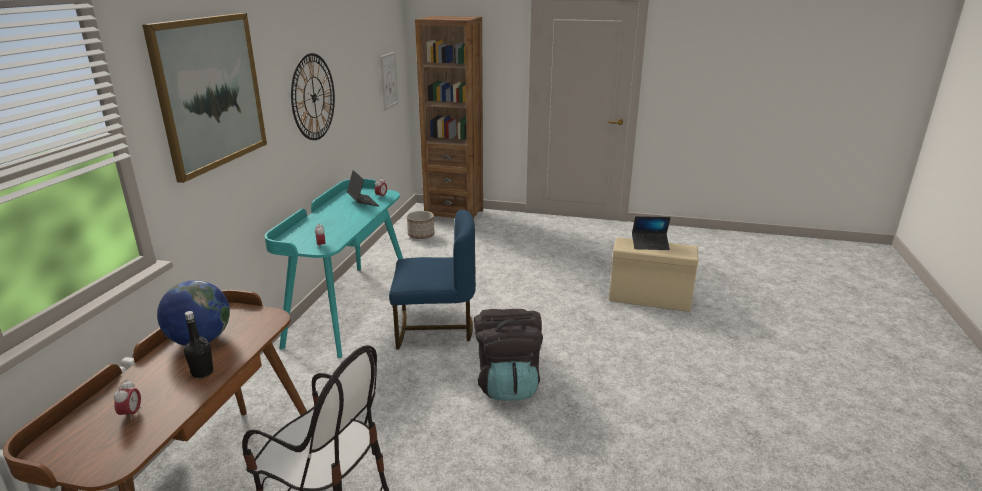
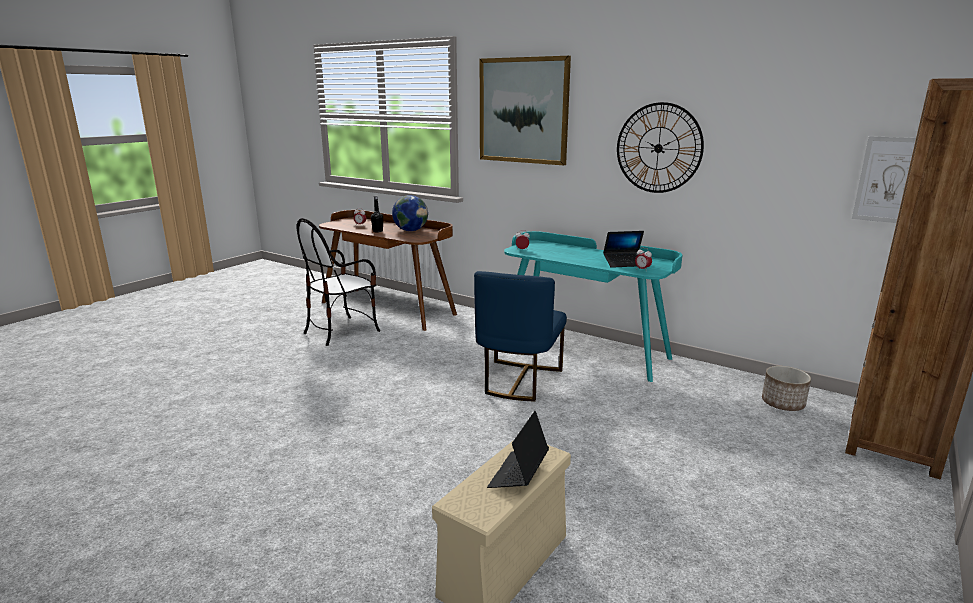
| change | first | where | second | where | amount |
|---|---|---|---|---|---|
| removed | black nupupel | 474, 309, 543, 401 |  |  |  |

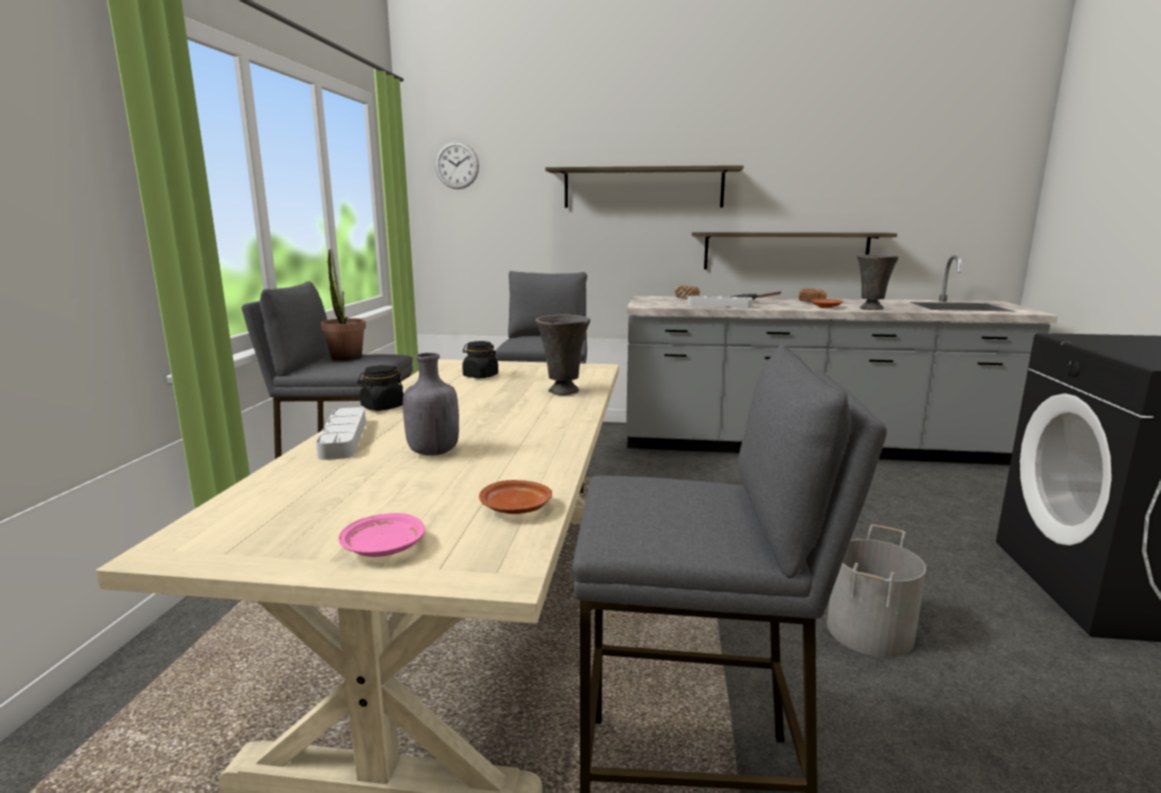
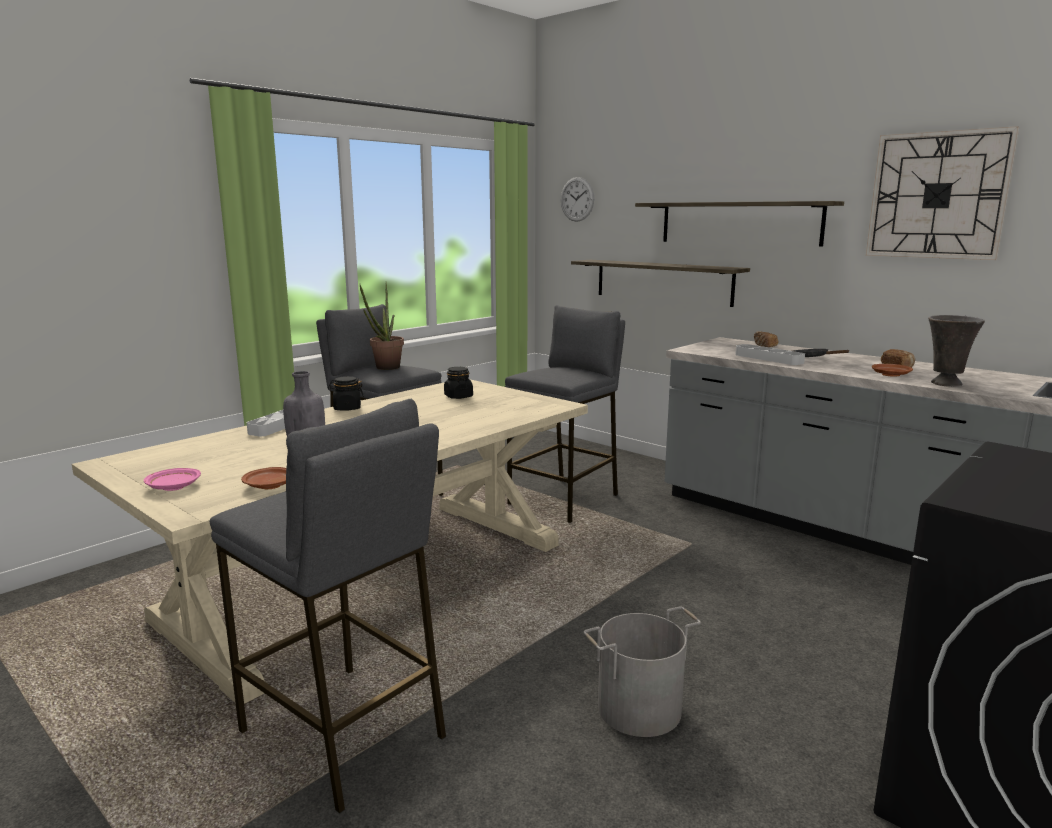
| change | first | where | second | where | amount |
|---|---|---|---|---|---|
| removed | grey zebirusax | 536, 314, 590, 395 |  |  |  |
| moved | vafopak | 692, 232, 897, 270 |  | 571, 260, 750, 307 |  |
| added |  |  | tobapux | 866, 126, 1019, 260 |  |

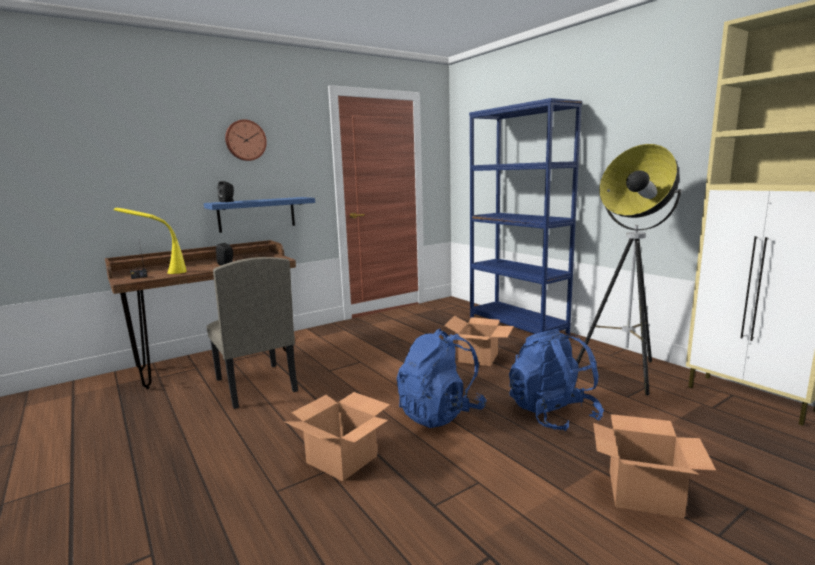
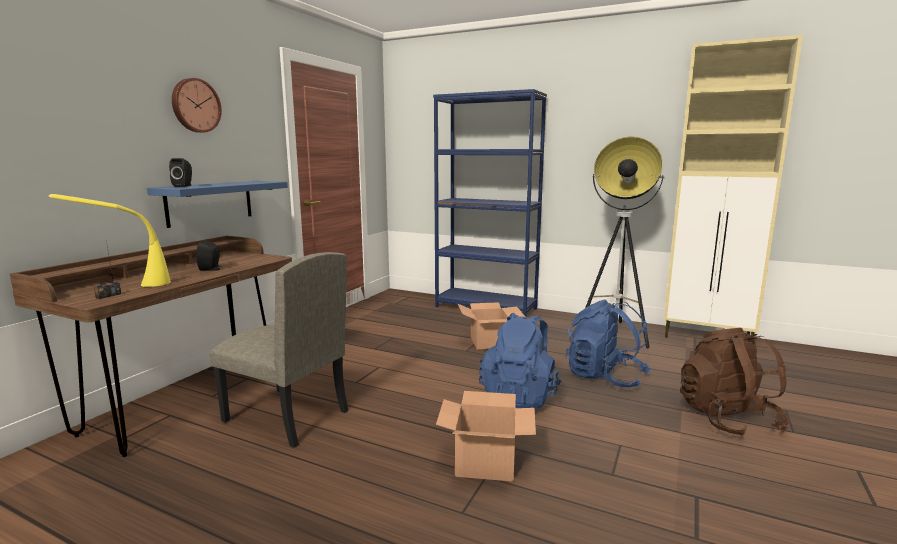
| change | first | where | second | where | amount |
|---|---|---|---|---|---|
| replaced | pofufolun | 593, 414, 716, 518 | brown nupupel | 680, 328, 790, 437 |  |

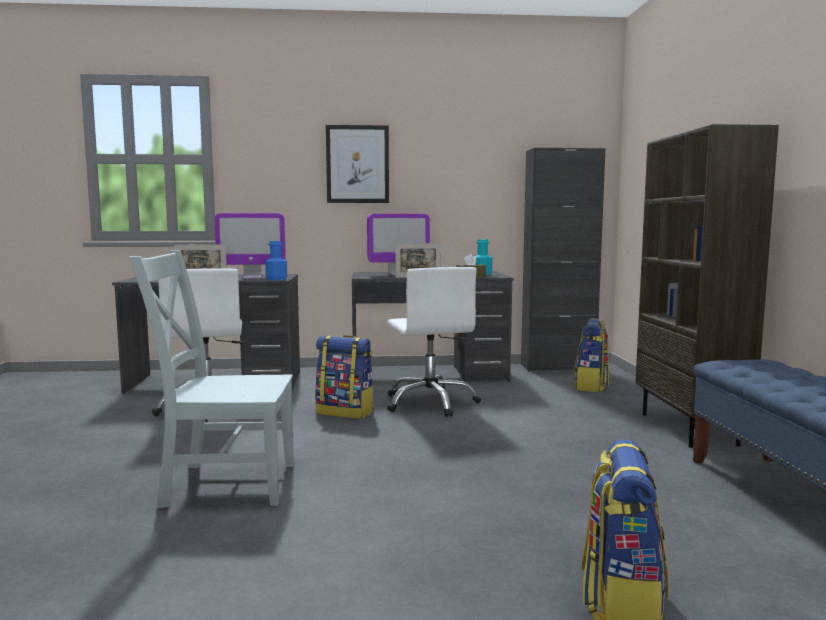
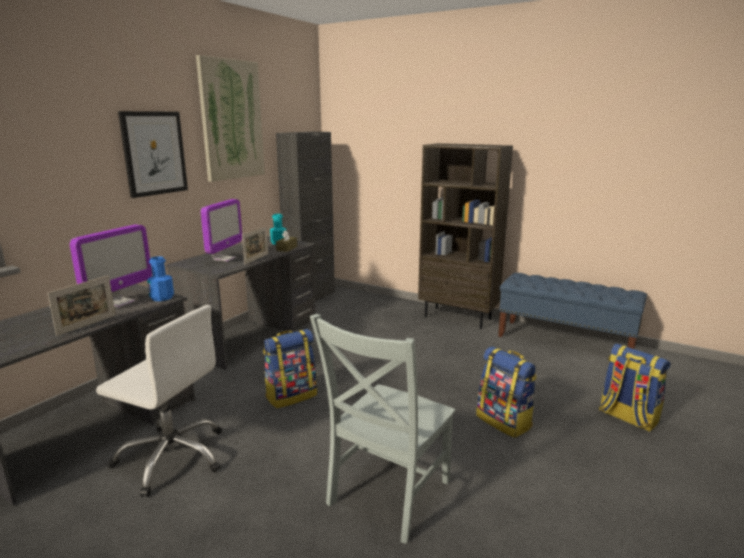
| change | first | where | second | where | amount |
|---|---|---|---|---|---|
| removed | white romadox | 387, 267, 481, 417 |  |  |  |
| moved | nupupel | 574, 318, 609, 392 |  | 476, 346, 537, 438 |  |
| added |  |  | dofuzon | 196, 55, 265, 182 |  |

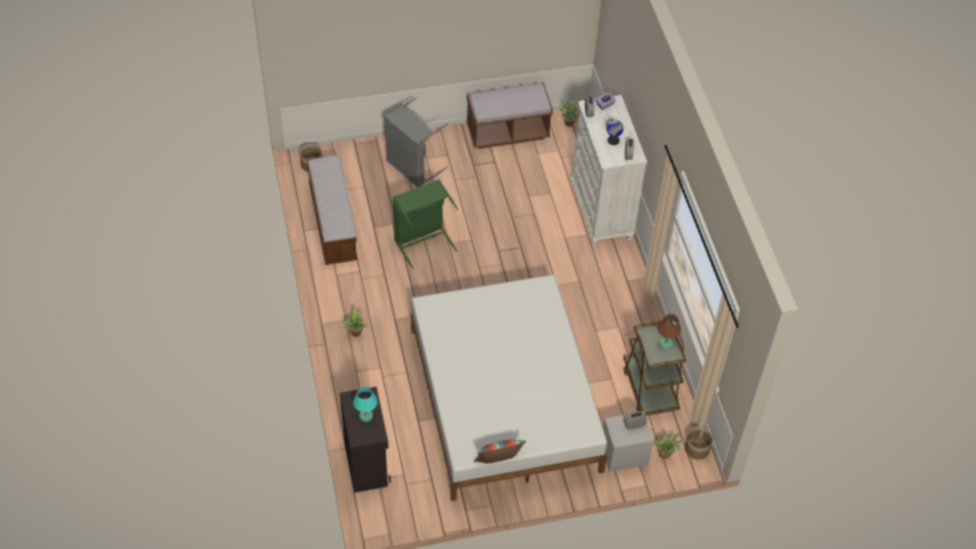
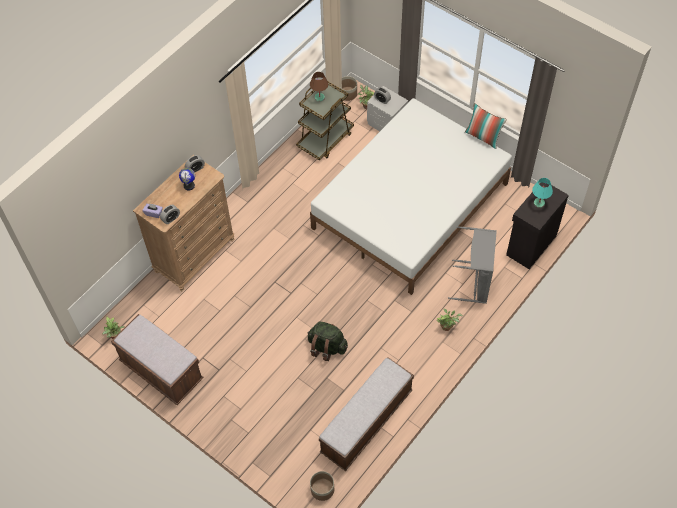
| change | first | where | second | where | amount |
|---|---|---|---|---|---|
| moved | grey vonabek | 385, 97, 448, 188 |  | 448, 226, 497, 304 |  |
| replaced | green vonabek | 393, 179, 458, 269 | green nupupel | 308, 322, 348, 361 |  |
| recoloured | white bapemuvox | 571, 95, 647, 246 | brown bapemuvox | 133, 155, 234, 291 |  |

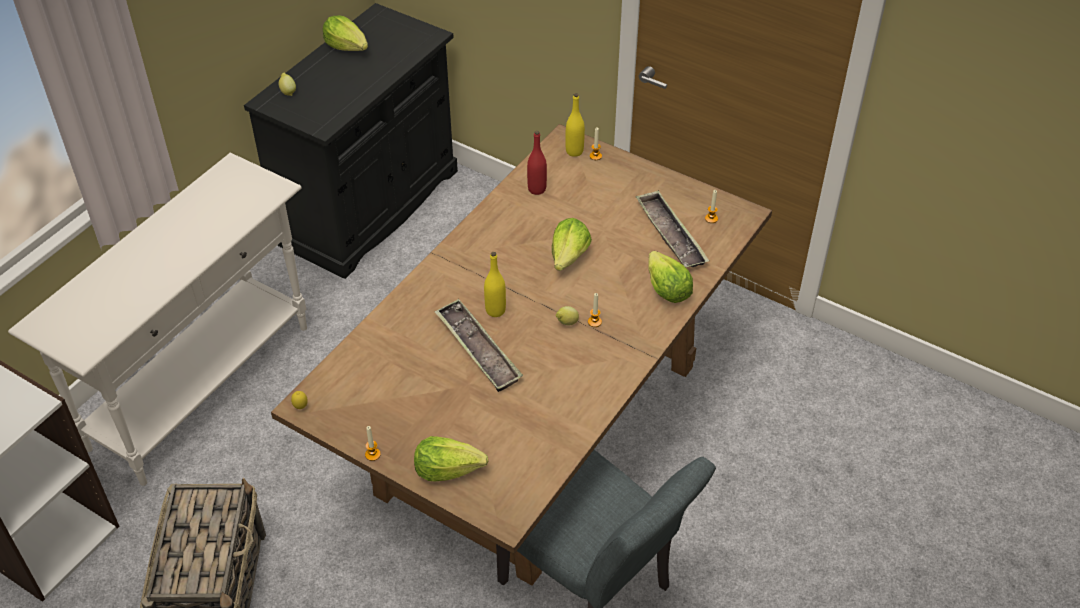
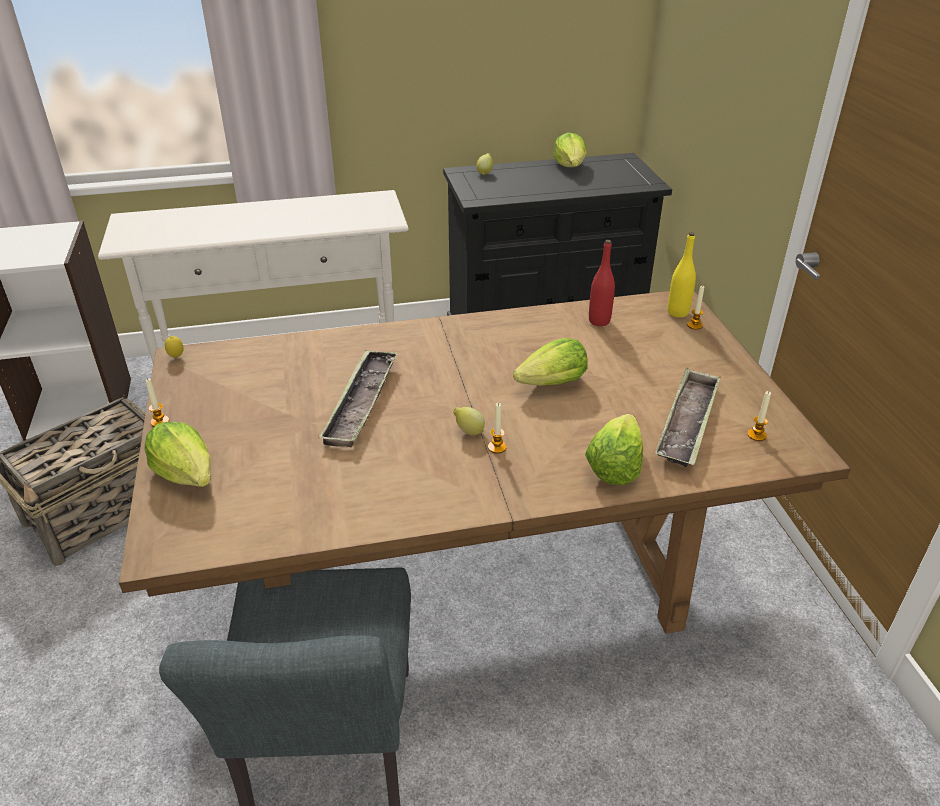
| change | first | where | second | where | amount |
|---|---|---|---|---|---|
| removed | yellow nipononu | 484, 252, 506, 317 |  |  |  |

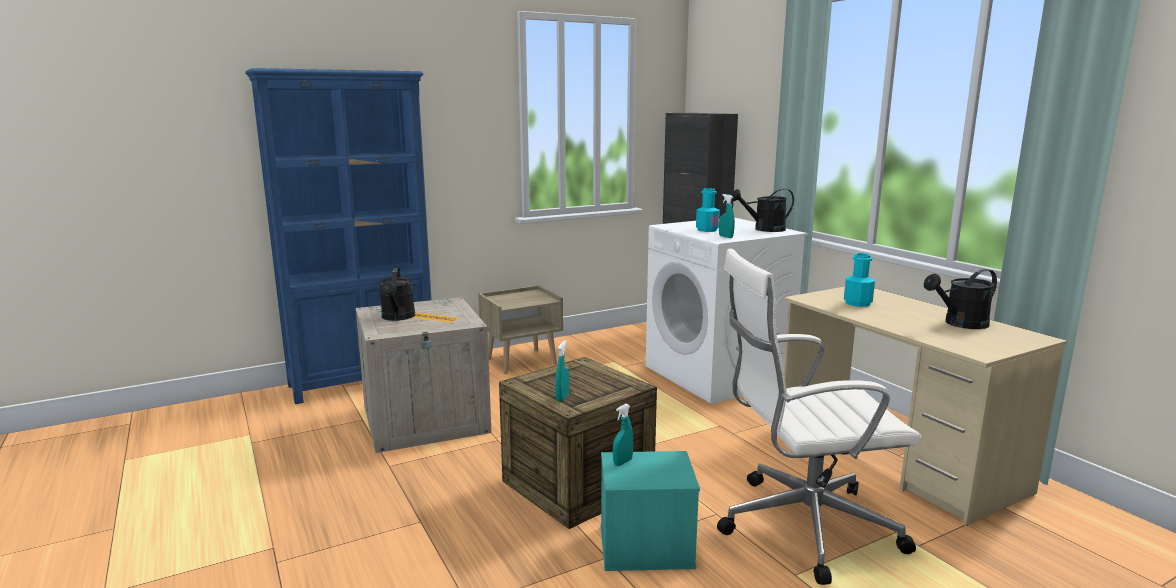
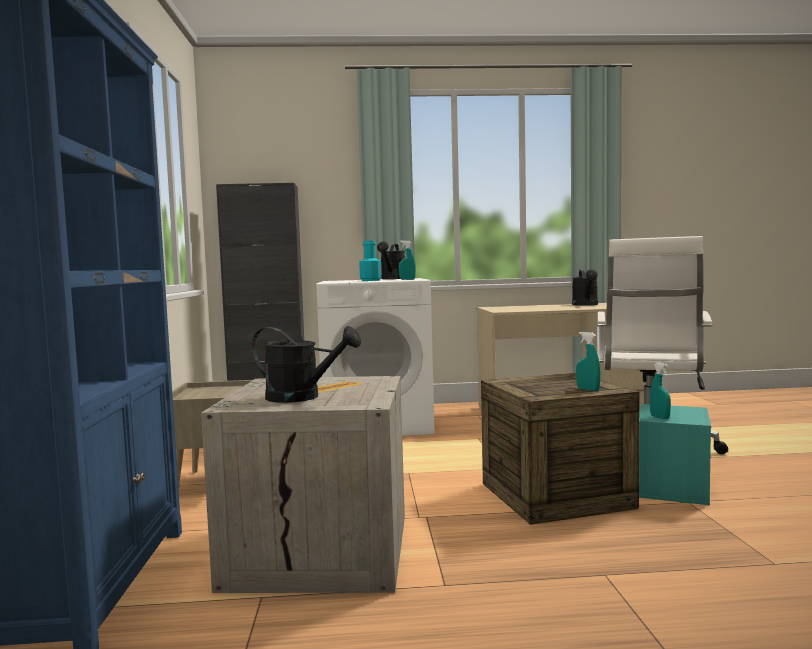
| change | first | where | second | where | amount |
|---|---|---|---|---|---|
| removed | turquoise nipononu | 844, 253, 875, 307 |  |  |  |

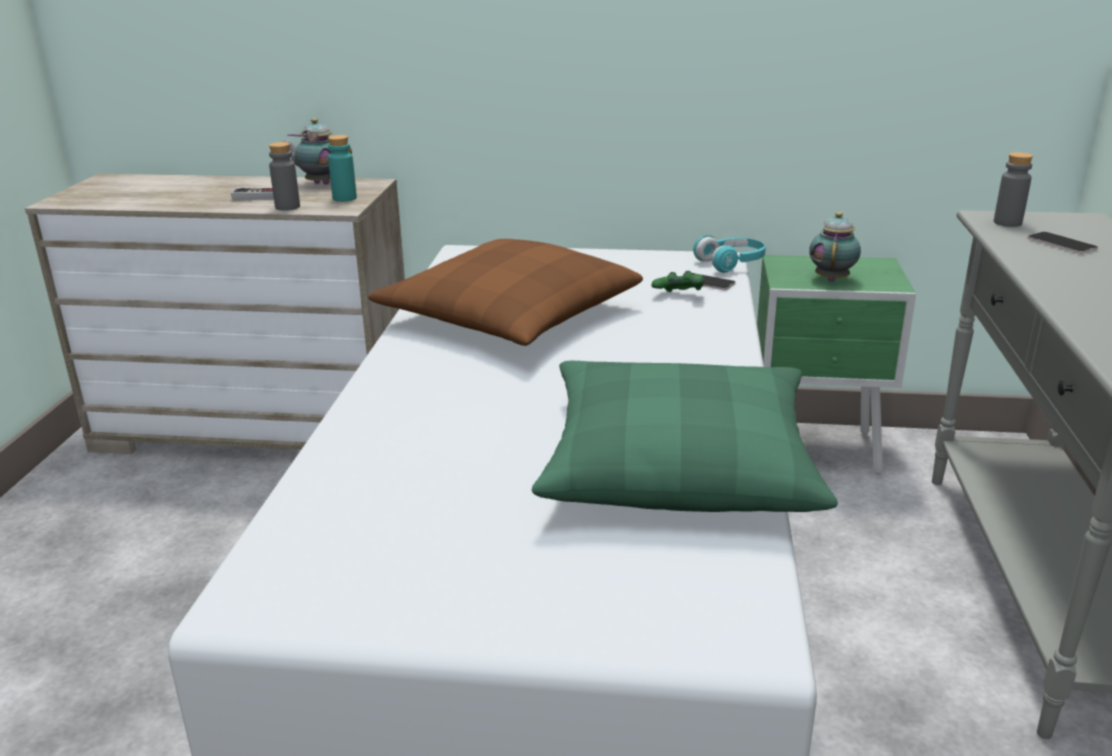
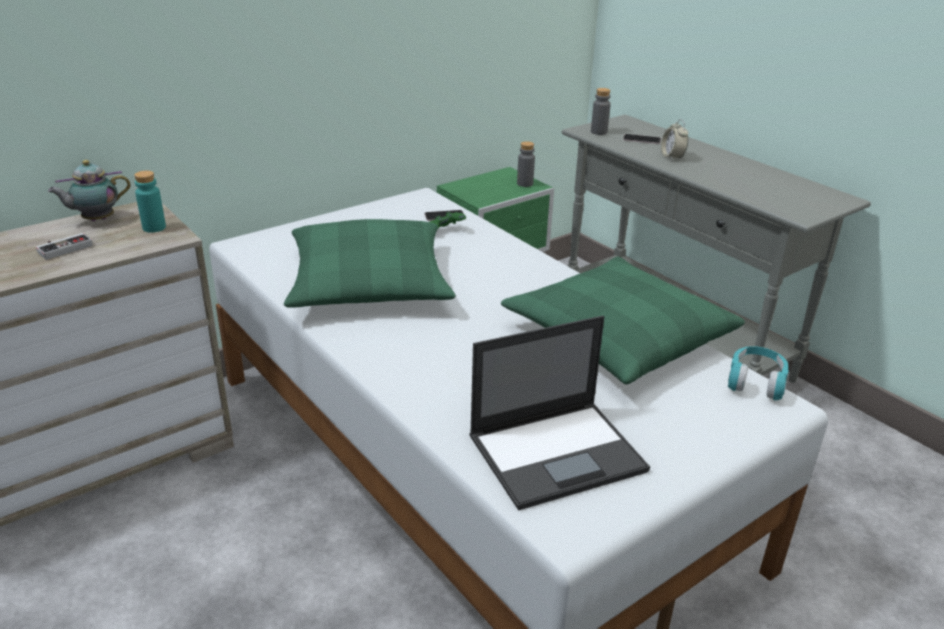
| change | first | where | second | where | amount |
|---|---|---|---|---|---|
| moved | grey nipononu | 269, 142, 300, 211 |  | 517, 141, 535, 187 |  |
| recoloured | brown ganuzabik | 368, 239, 643, 346 | green ganuzabik | 284, 219, 456, 308 |  |
| moved | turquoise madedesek | 693, 235, 765, 273 |  | 728, 346, 789, 400 |  |
| removed | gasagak | 809, 212, 861, 282 |  |  |  |
| added |  |  | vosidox | 469, 316, 650, 511 |  |
| added |  |  | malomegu | 661, 119, 688, 161 |  |

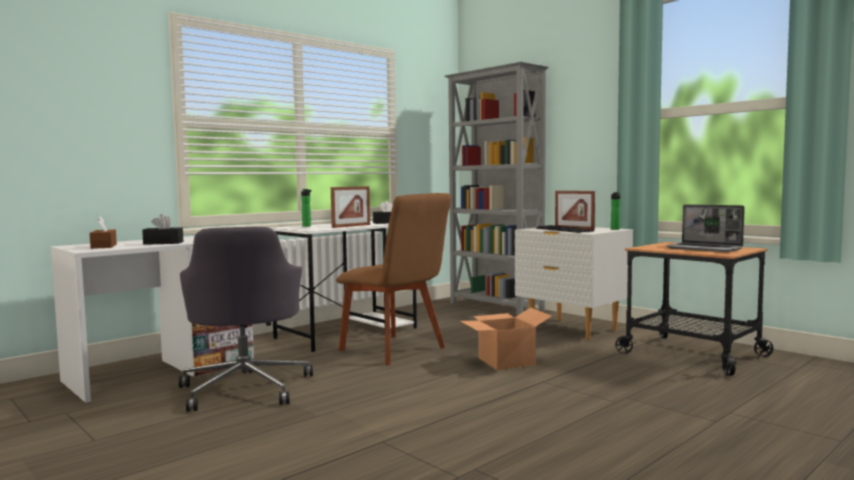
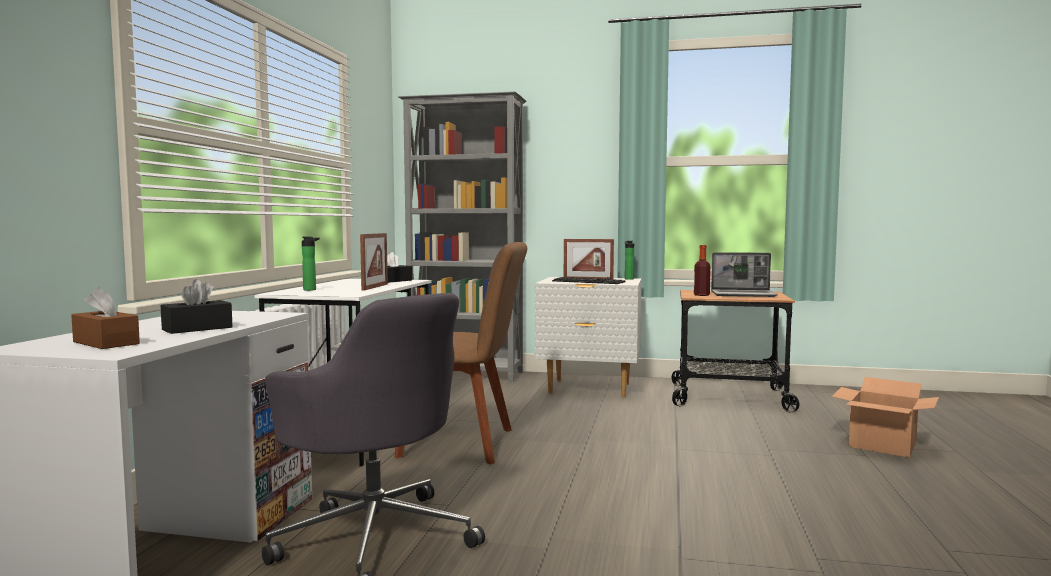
| change | first | where | second | where | amount |
|---|---|---|---|---|---|
| moved | pofufolun | 460, 308, 552, 370 |  | 832, 377, 939, 457 |  |
| added |  |  | nipononu | 694, 245, 711, 296 |  |

